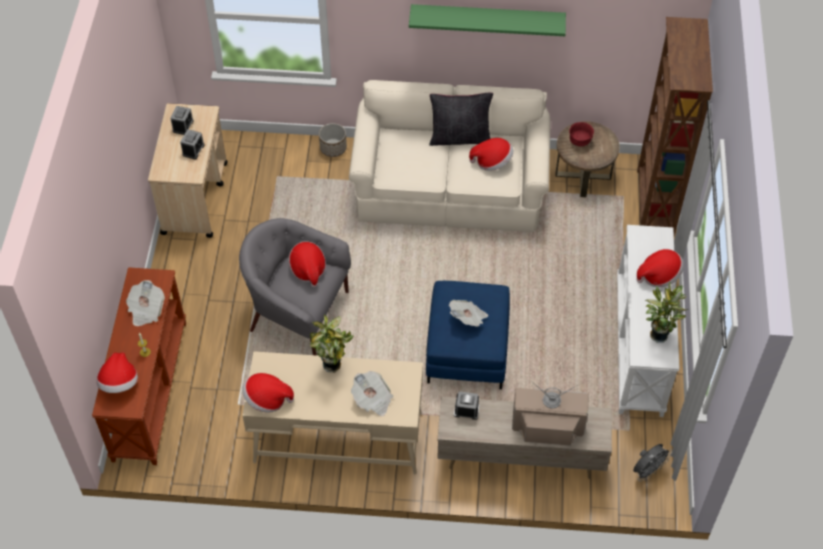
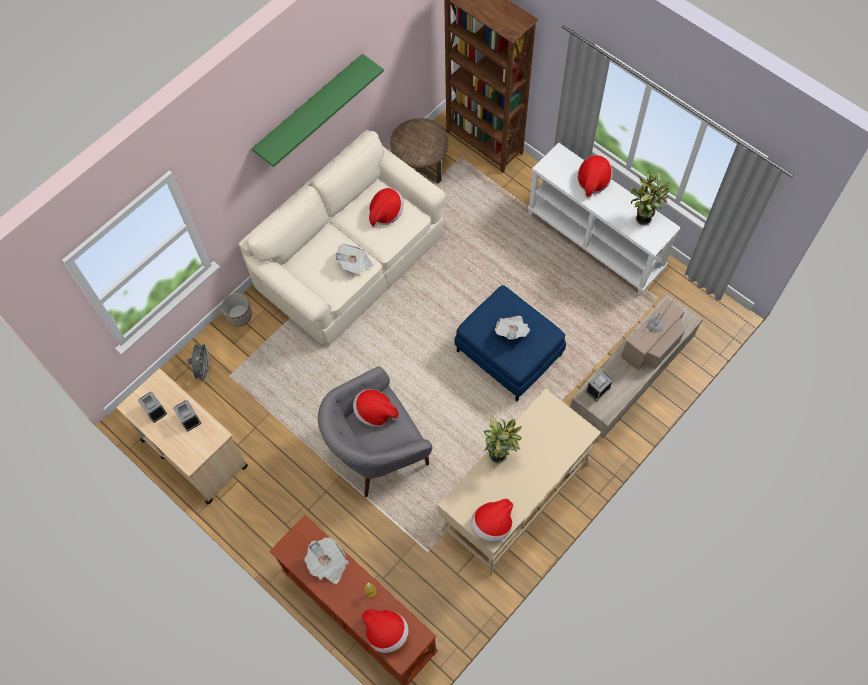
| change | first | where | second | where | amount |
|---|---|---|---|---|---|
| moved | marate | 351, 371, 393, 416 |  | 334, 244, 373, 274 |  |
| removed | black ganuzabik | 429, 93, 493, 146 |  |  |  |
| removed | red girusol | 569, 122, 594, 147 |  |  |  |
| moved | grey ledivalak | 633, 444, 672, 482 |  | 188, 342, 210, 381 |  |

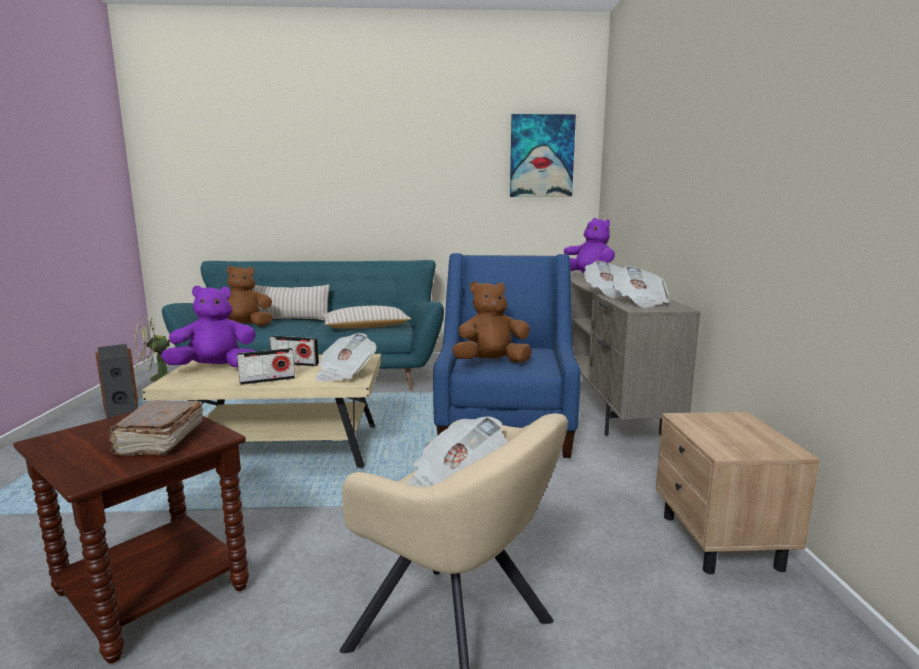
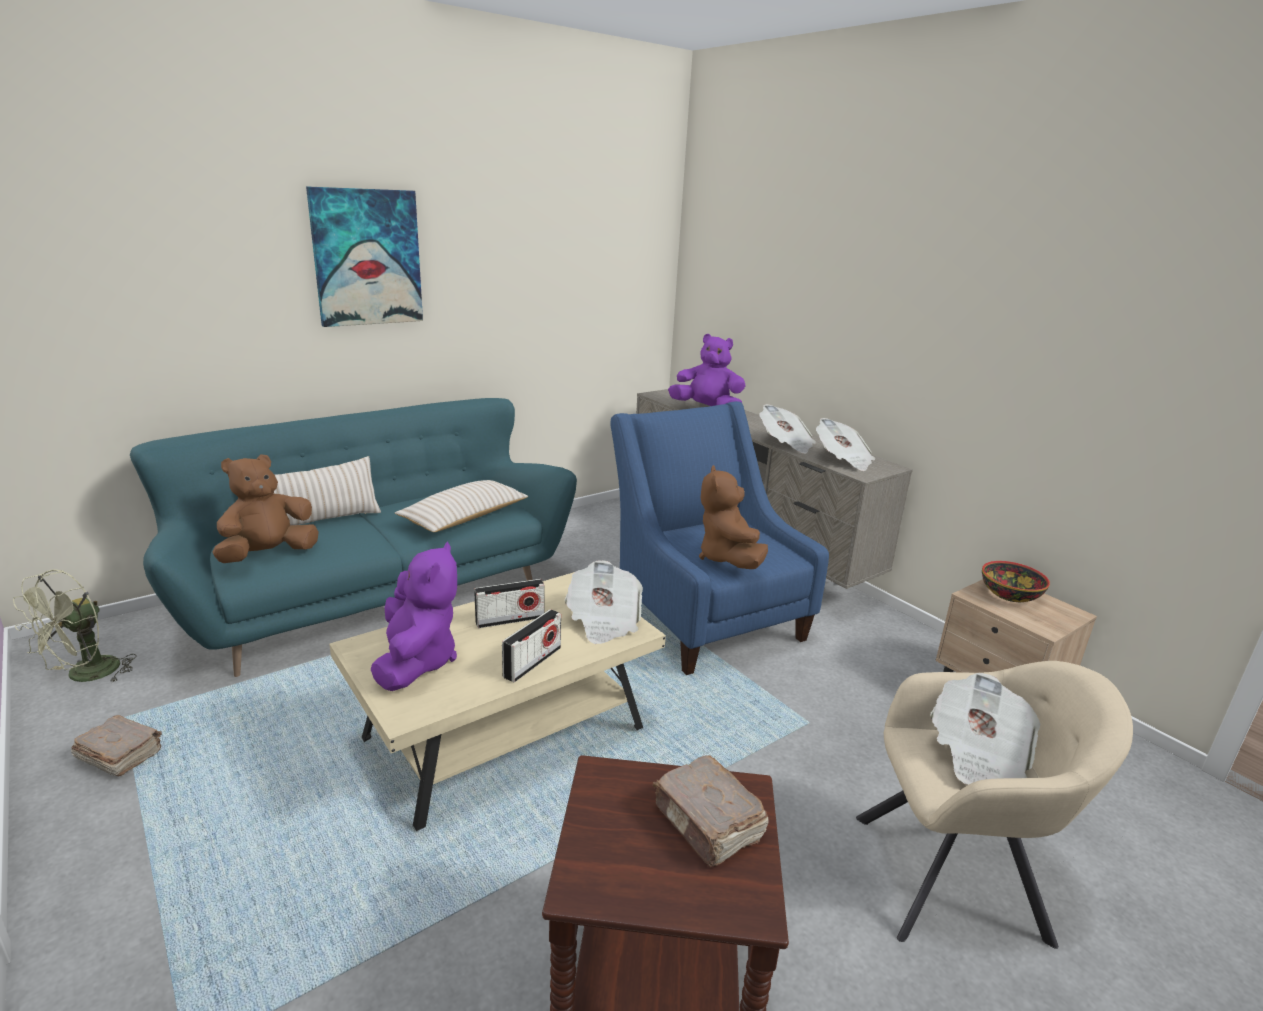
| change | first | where | second | where | amount |
|---|---|---|---|---|---|
| replaced | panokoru | 96, 344, 138, 418 | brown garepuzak | 71, 715, 162, 776 |  |
| turned | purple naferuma | 161, 285, 256, 367 |  | 371, 542, 457, 691 | 135 degrees clockwise |
| turned | brown naferuma | 452, 281, 532, 363 |  | 699, 465, 768, 569 | 45 degrees counterclockwise |
| moved | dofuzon | 510, 114, 576, 197 |  | 306, 186, 423, 327 |  |
| added |  |  | girusol | 982, 561, 1050, 602 |  |

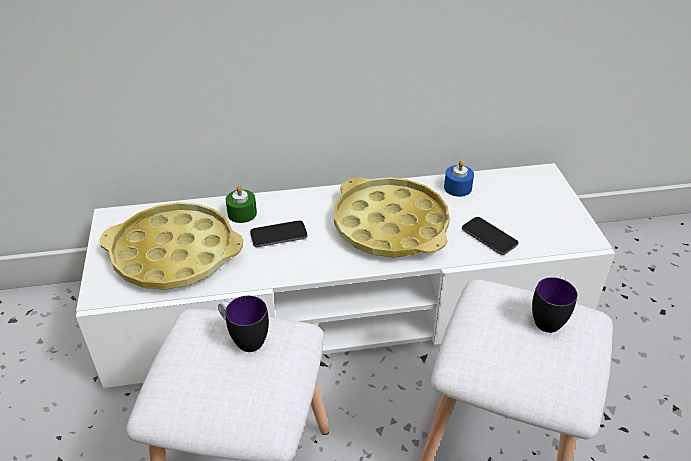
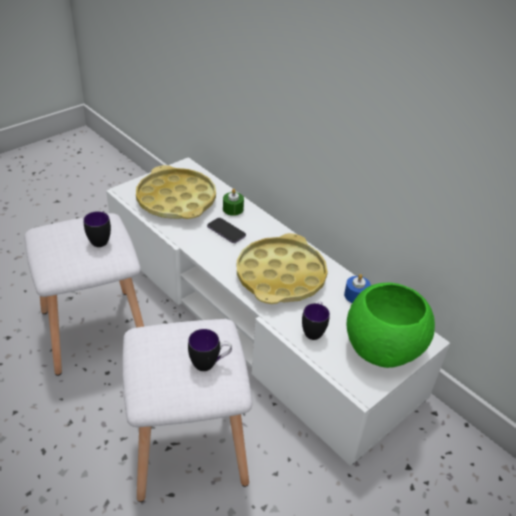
| change | first | where | second | where | amount |
|---|---|---|---|---|---|
| replaced | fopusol | 462, 217, 519, 255 | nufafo | 302, 302, 330, 340 |  |
| added |  |  | green girusol | 347, 282, 435, 368 |  |

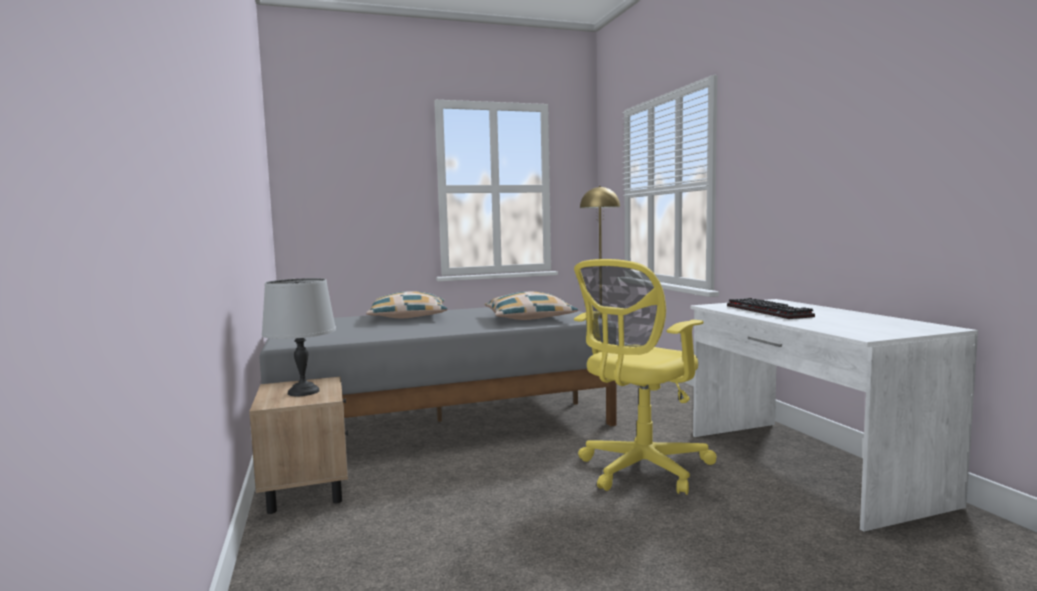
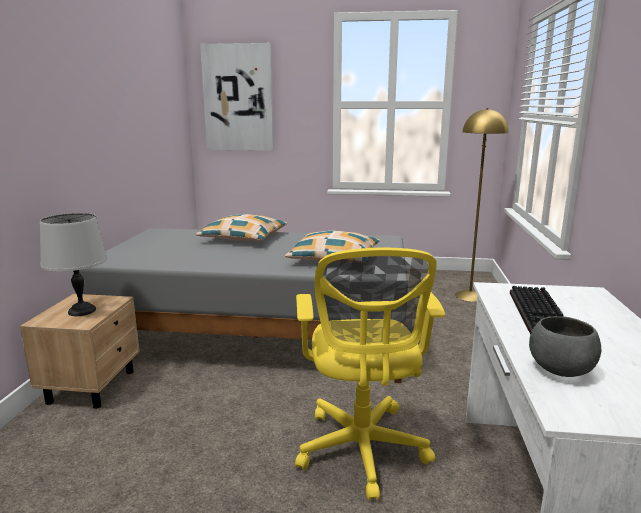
| change | first | where | second | where | amount |
|---|---|---|---|---|---|
| turned | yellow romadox | 574, 259, 717, 495 |  | 295, 248, 445, 501 | 75 degrees counterclockwise |
| added |  |  | dofuzon | 200, 43, 274, 151 |  |
| added |  |  | grey girusol | 529, 316, 601, 377 |  |

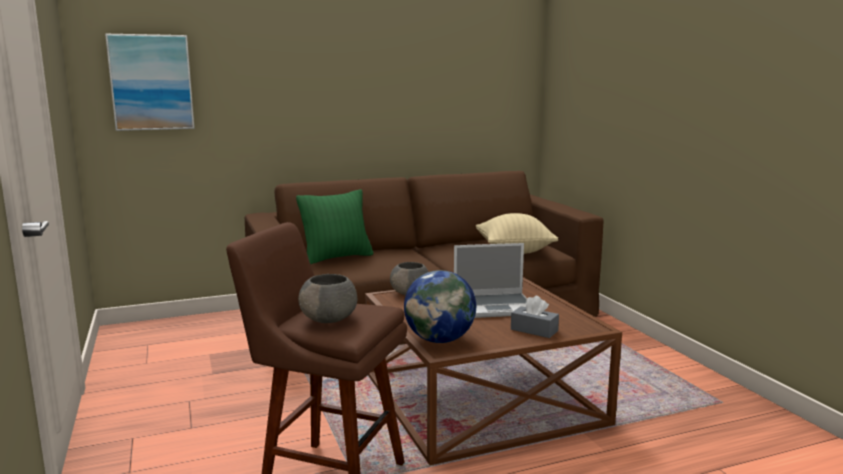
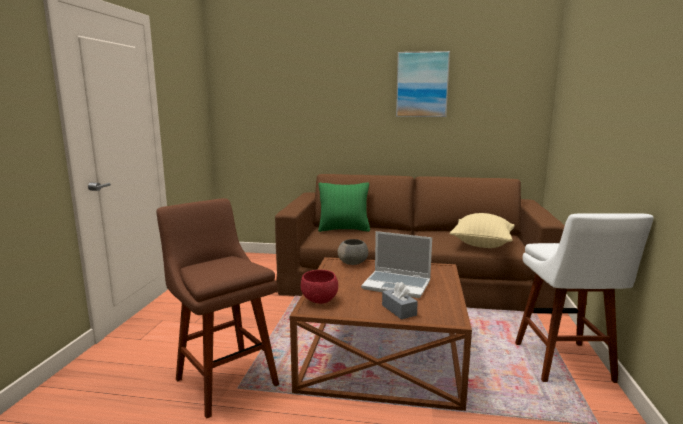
| change | first | where | second | where | amount |
|---|---|---|---|---|---|
| moved | dofuzon | 105, 34, 195, 131 |  | 396, 51, 450, 117 |  |
| removed | grey girusol | 298, 274, 357, 323 |  |  |  |
| replaced | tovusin | 404, 270, 476, 343 | red girusol | 301, 270, 338, 304 |  |
| added |  |  | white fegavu | 515, 213, 654, 383 |  |

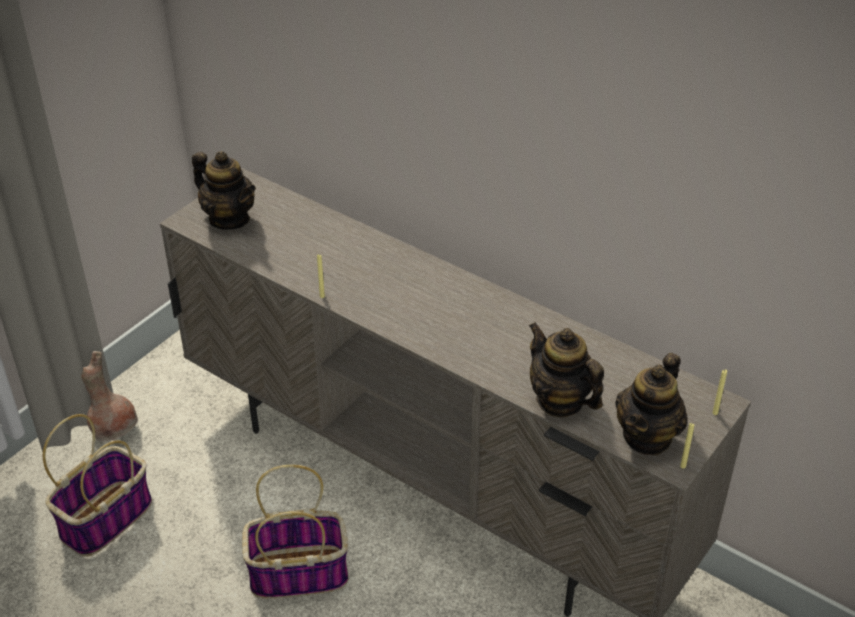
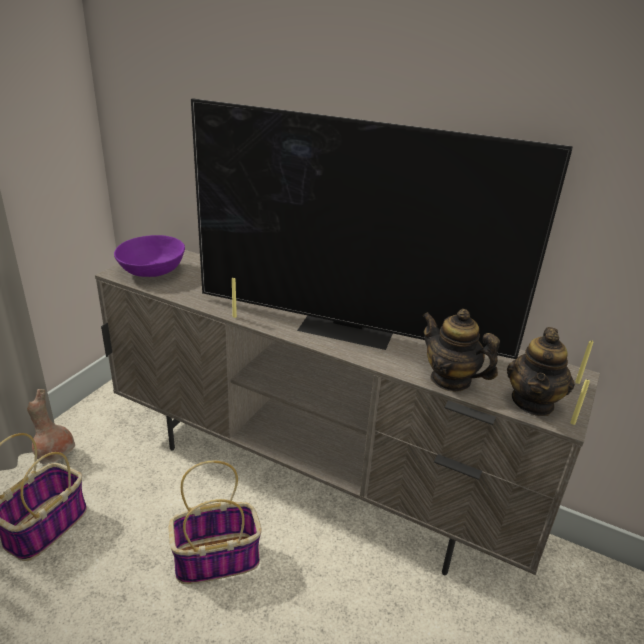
| change | first | where | second | where | amount |
|---|---|---|---|---|---|
| replaced | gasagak | 192, 151, 256, 230 | purple girusol | 114, 235, 185, 277 |  |
| added |  |  | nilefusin | 191, 98, 573, 359 |  |

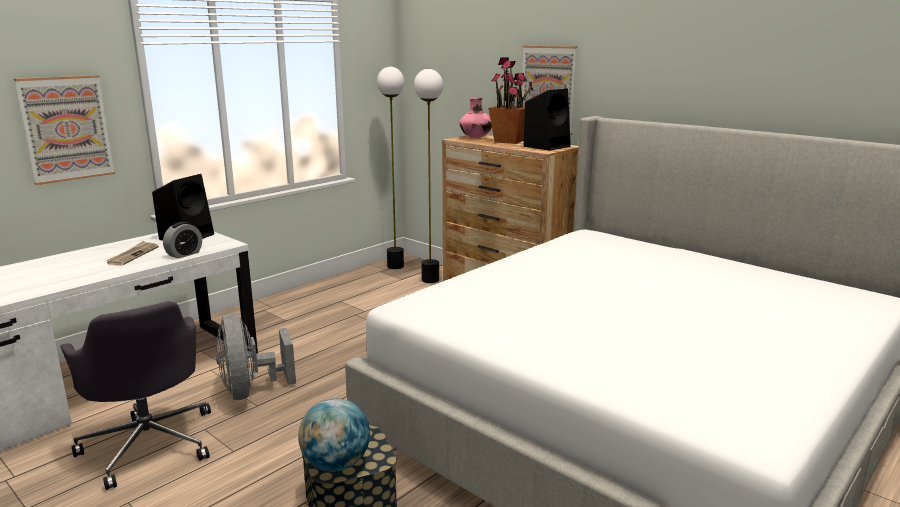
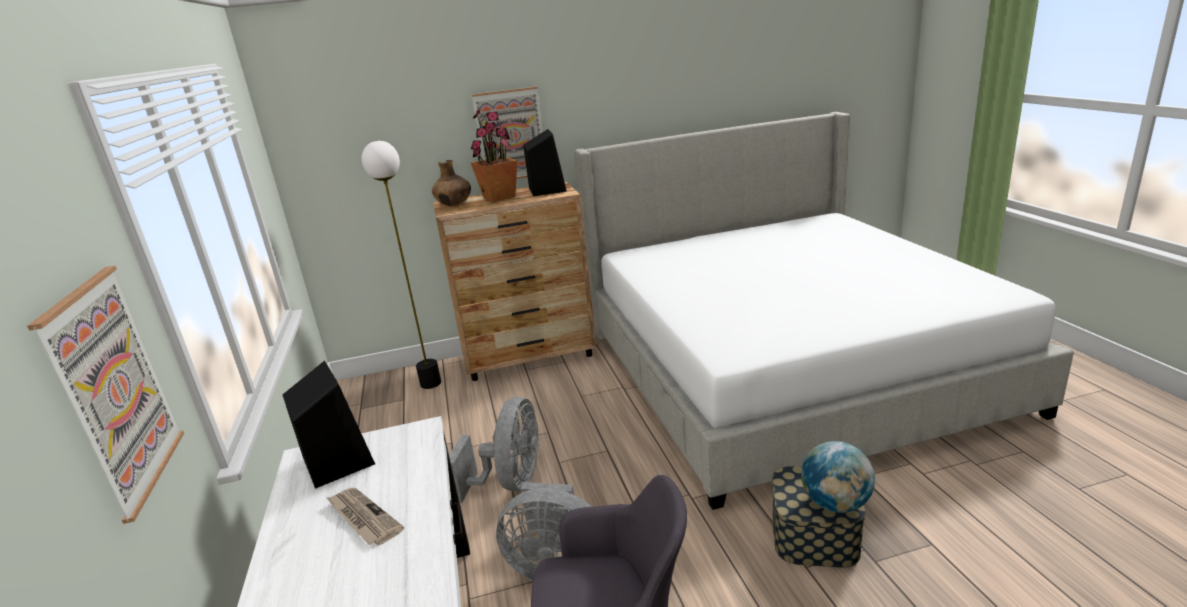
| change | first | where | second | where | amount |
|---|---|---|---|---|---|
| removed | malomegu | 163, 222, 202, 259 |  |  |  |
| removed | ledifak | 377, 67, 404, 269 |  |  |  |
| recoloured | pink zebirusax | 459, 97, 492, 138 | brown zebirusax | 432, 160, 471, 206 |  |
| added |  |  | grey ledivalak | 449, 397, 540, 503 |  |

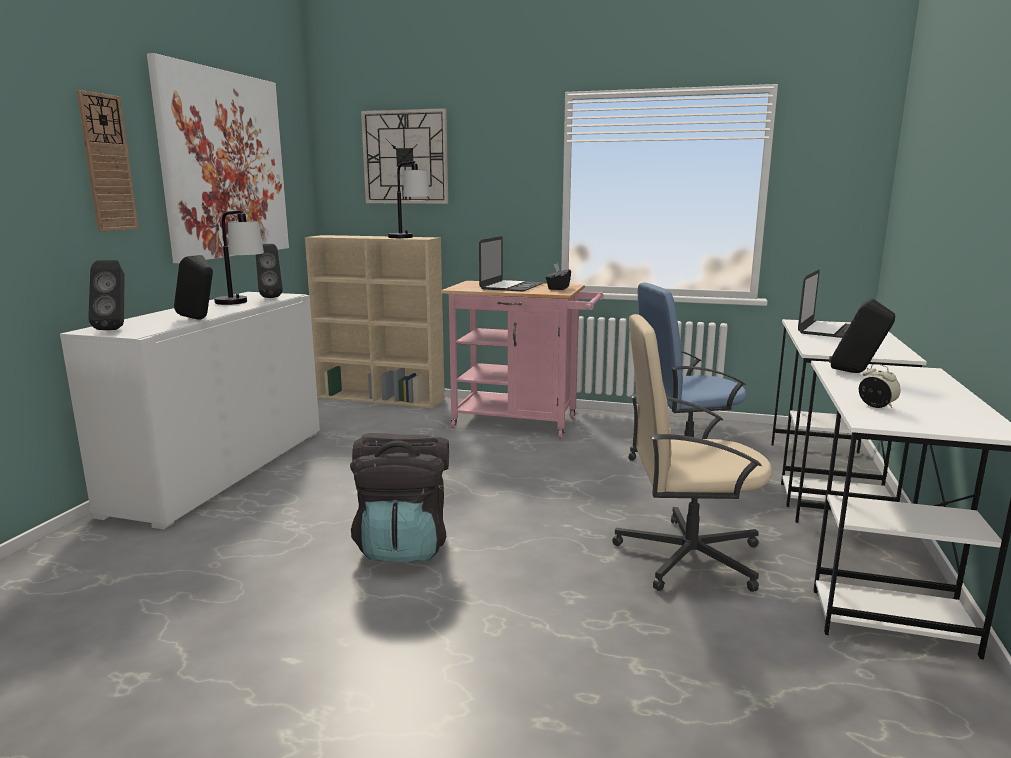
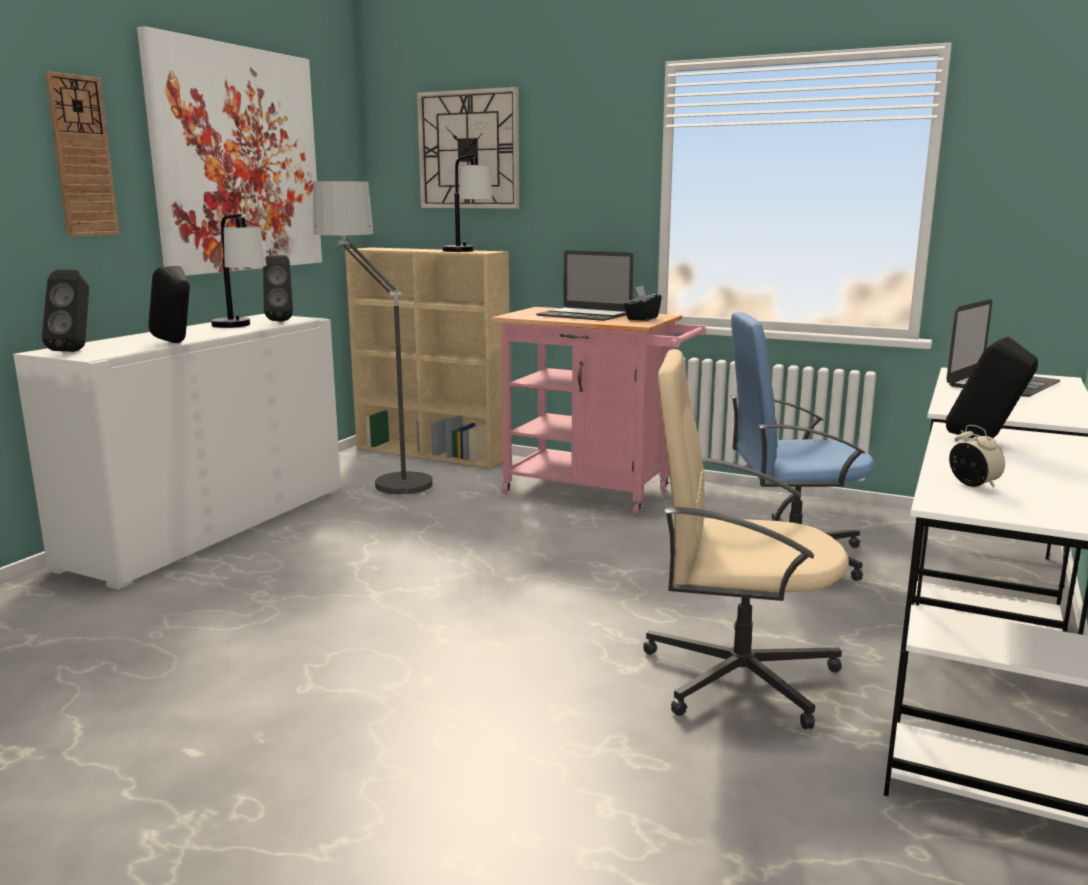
| change | first | where | second | where | amount |
|---|---|---|---|---|---|
| removed | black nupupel | 350, 433, 449, 562 |  |  |  |
| turned | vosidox | 479, 236, 543, 291 |  | 536, 250, 634, 321 | 90 degrees clockwise |
| added |  |  | ledifak | 313, 181, 433, 498 |  |

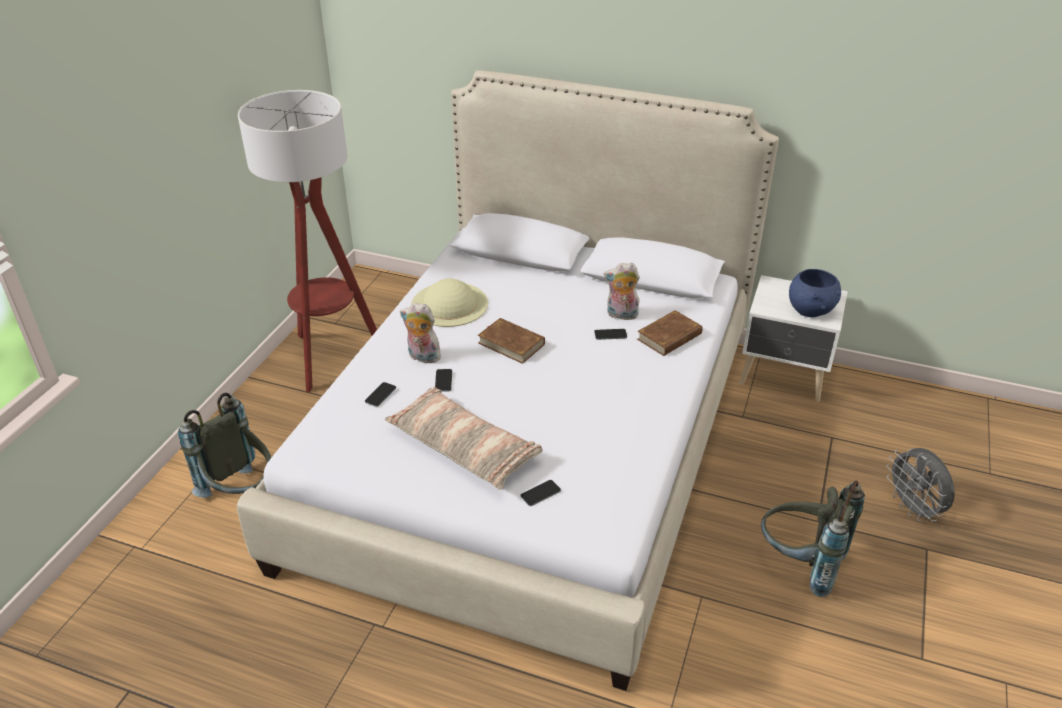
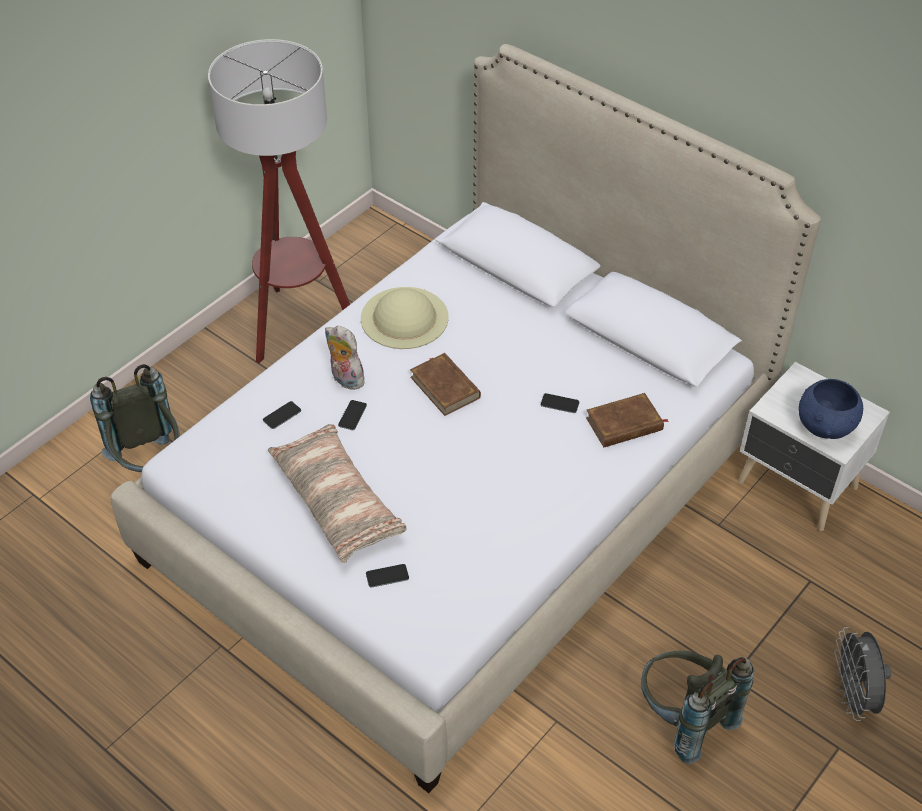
| change | first | where | second | where | amount |
|---|---|---|---|---|---|
| removed | naferuma | 604, 263, 640, 320 |  |  |  |

